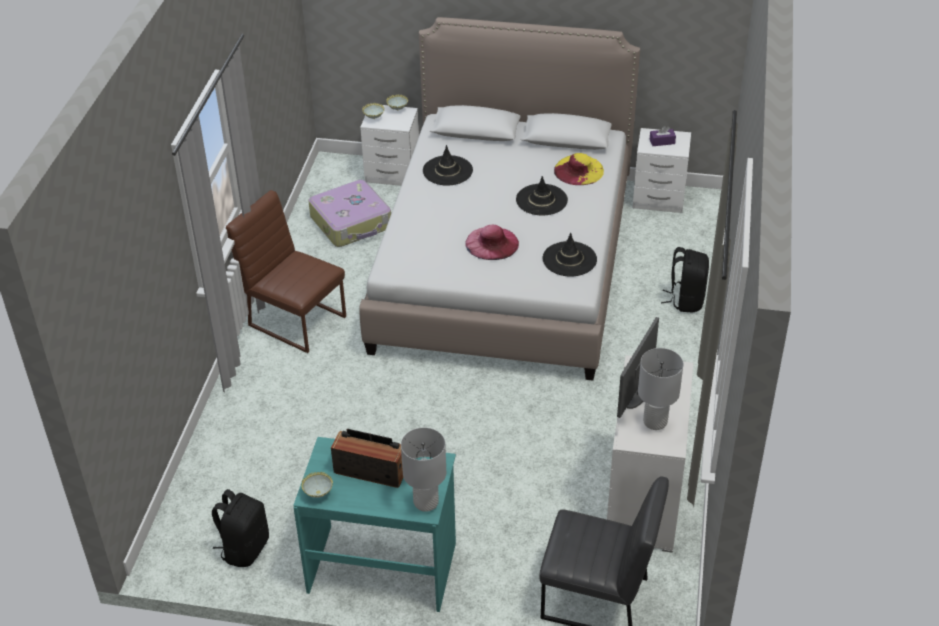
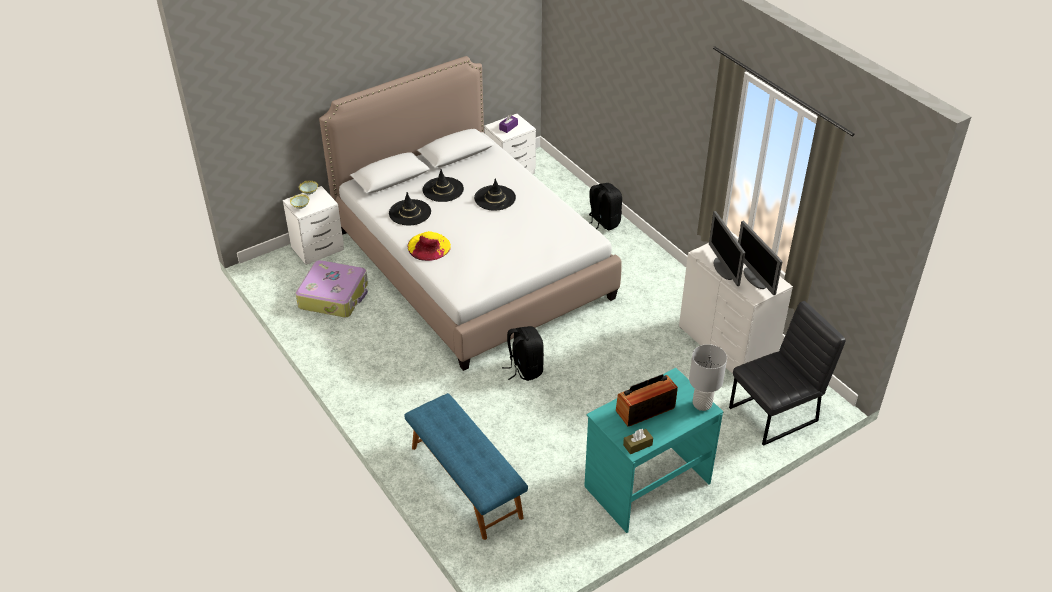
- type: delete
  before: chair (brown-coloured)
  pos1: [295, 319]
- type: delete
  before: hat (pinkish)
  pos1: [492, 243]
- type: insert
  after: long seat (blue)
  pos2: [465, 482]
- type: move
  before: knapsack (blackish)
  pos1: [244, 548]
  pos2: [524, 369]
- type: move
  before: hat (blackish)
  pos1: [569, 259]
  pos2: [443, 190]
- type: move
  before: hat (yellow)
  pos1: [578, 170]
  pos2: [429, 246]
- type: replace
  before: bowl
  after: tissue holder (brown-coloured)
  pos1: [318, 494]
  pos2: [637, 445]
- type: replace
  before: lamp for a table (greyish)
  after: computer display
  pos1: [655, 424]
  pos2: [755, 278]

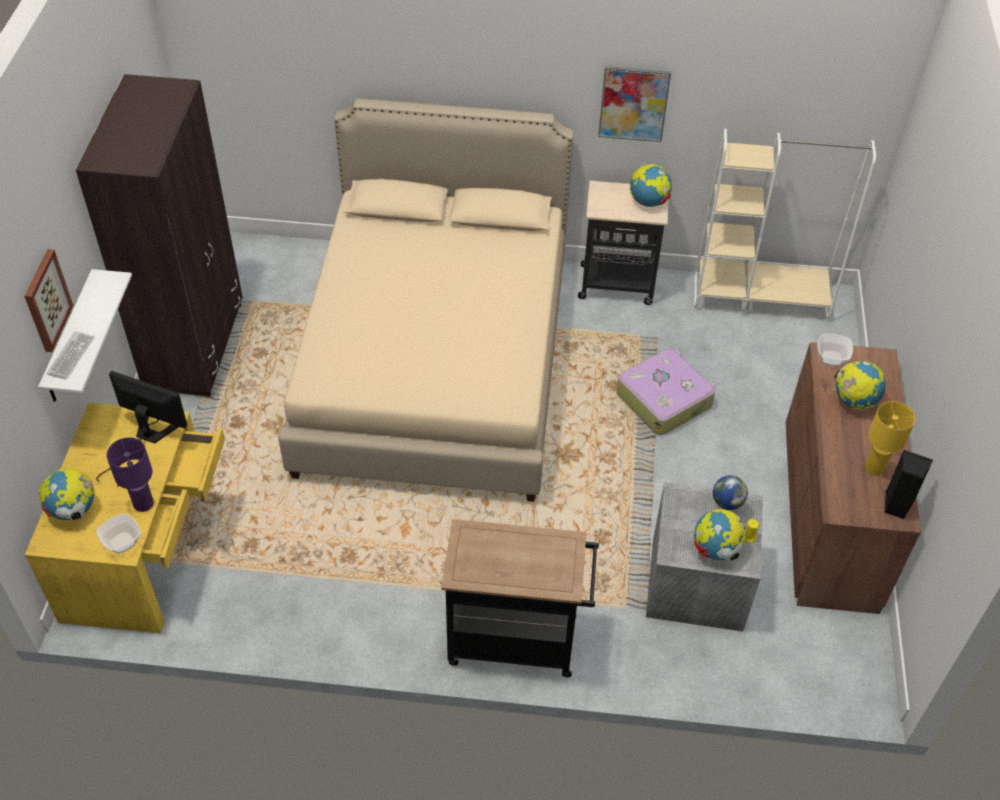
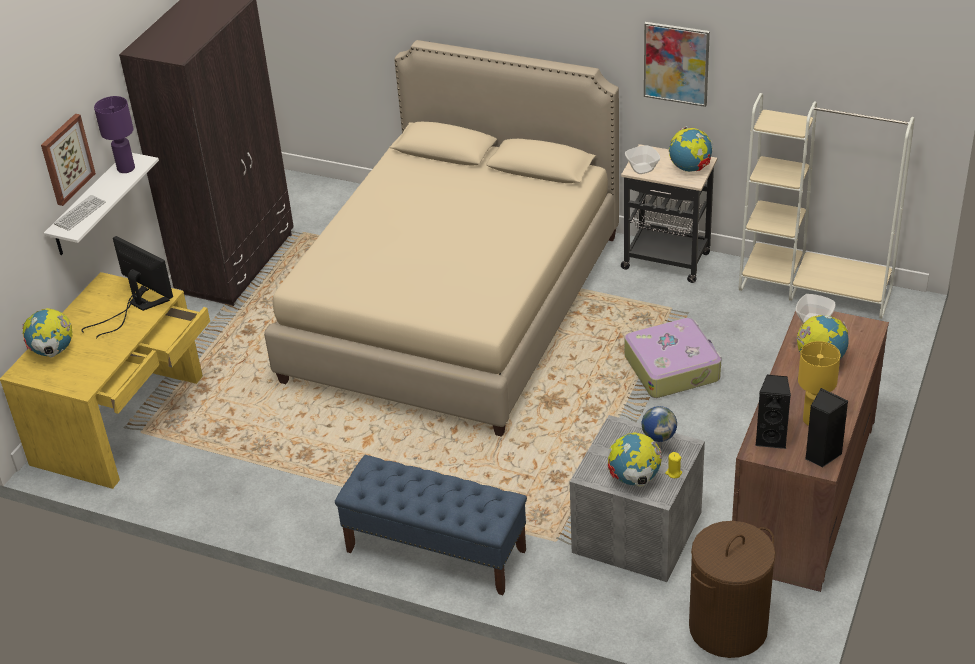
- type: insert
  after: washing basket (brown-coloured)
  pos2: [728, 628]
- type: insert
  after: speaker (blackish)
  pos2: [771, 438]
- type: move
  before: bowl
  pos1: [122, 543]
  pos2: [642, 169]
- type: move
  before: lamp for a table (purple-coloured)
  pos1: [143, 503]
  pos2: [125, 168]
- type: replace
  before: trolley (blackish)
  after: long seat (blue)
  pos1: [517, 641]
  pos2: [435, 551]

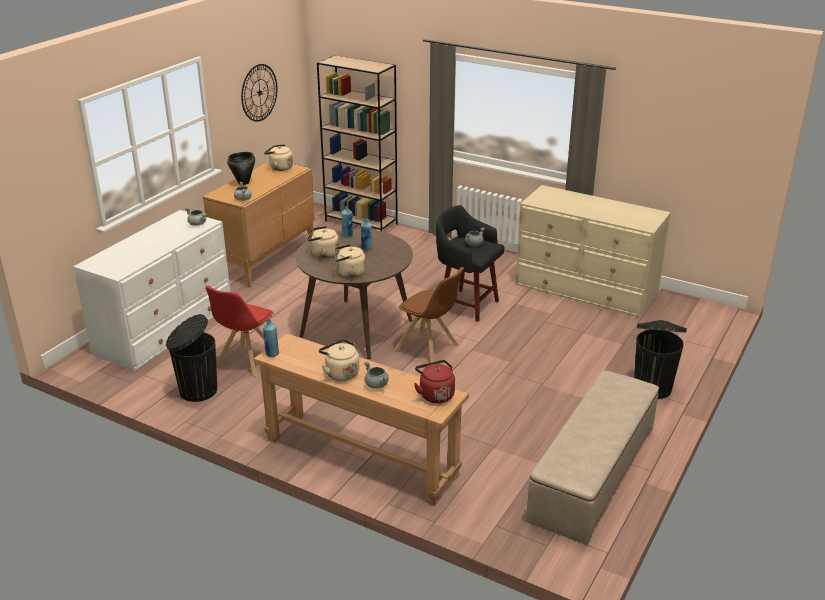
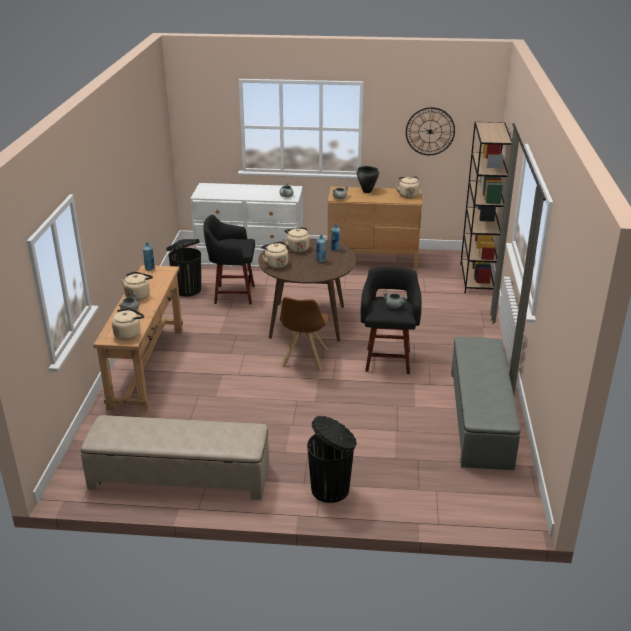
- type: replace
  before: chair (red-coloured)
  after: stool seat (blackish)
  pos1: [246, 361]
  pos2: [232, 294]
- type: replace
  before: dresser (beige-coloured)
  after: long seat (greyish)
  pos1: [586, 289]
  pos2: [480, 417]
- type: recolor
  before: water kettle (red-coloured)
  after: water kettle (beige-coloured)
  pos1: [435, 394]
  pos2: [128, 334]

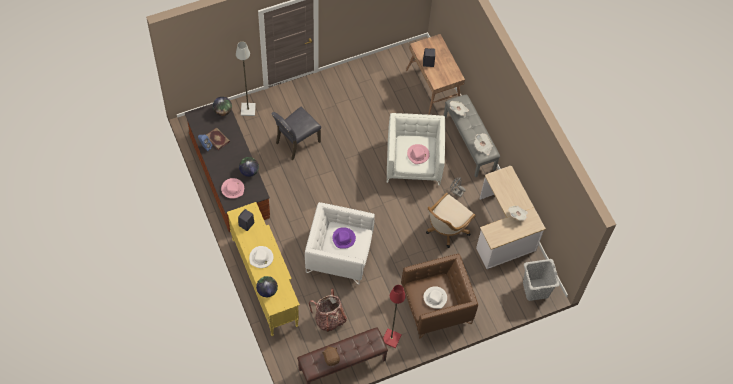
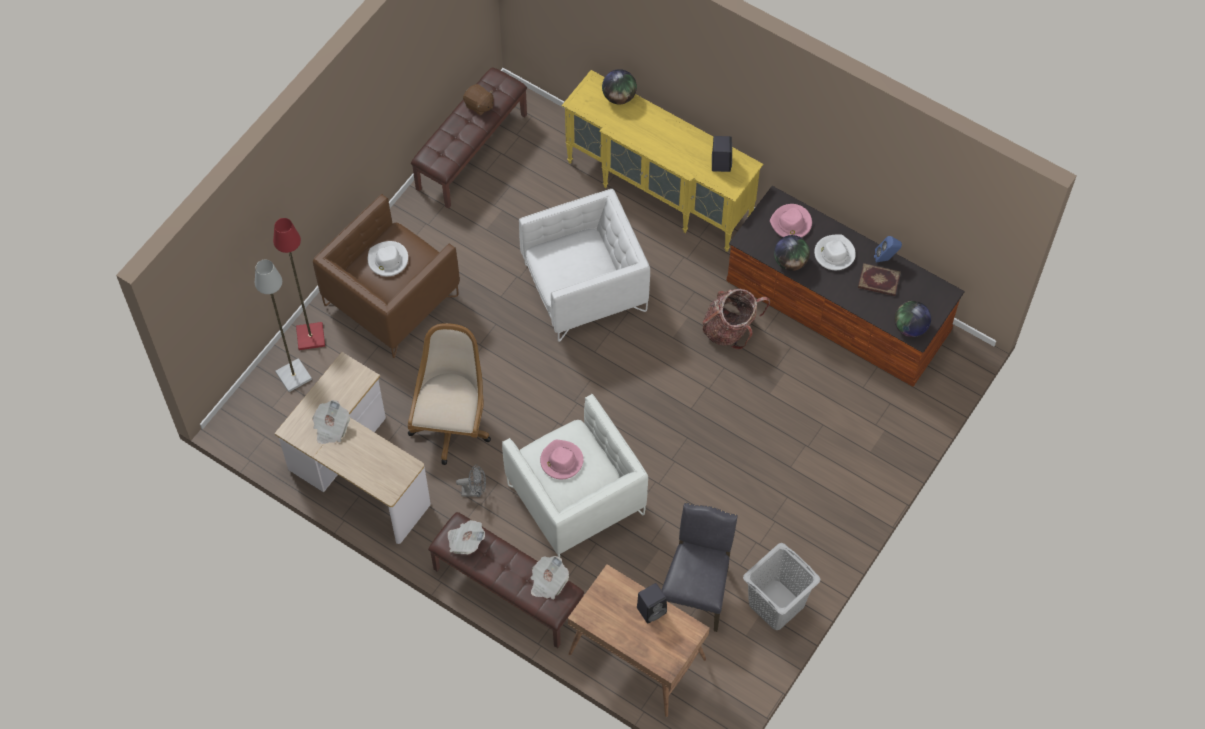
- type: delete
  before: hat (purple-coloured)
  pos1: [344, 238]
- type: move
  before: standing lamp (greyish)
  pos1: [248, 110]
  pos2: [293, 376]
- type: move
  before: hat (whitish)
  pos1: [261, 258]
  pos2: [834, 254]
- type: move
  before: chair (greyish)
  pos1: [296, 142]
  pos2: [696, 591]
- type: move
  before: knapsack
  pos1: [329, 319]
  pos2: [730, 329]
- type: move
  before: standing lamp (red-coloured)
  pos1: [391, 338]
  pos2: [311, 337]
- type: move
  before: washing basket (greyish)
  pos1: [535, 289]
  pos2: [775, 604]
- type: recolor
  before: long seat (greyish)
  after: long seat (brown-coloured)
  pos1: [469, 142]
  pos2: [507, 591]

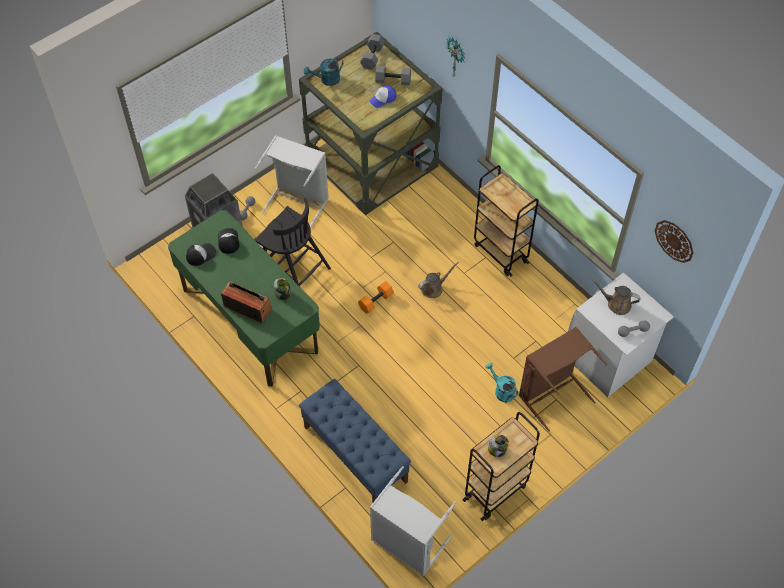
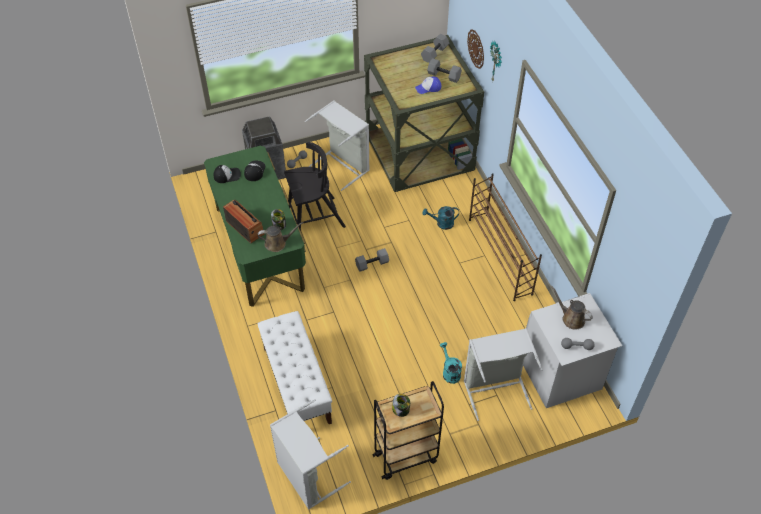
- type: move
  before: watering pot (turquoise)
  pos1: [326, 80]
  pos2: [442, 223]
- type: move
  before: watering pot (brown-coloured)
  pos1: [434, 288]
  pos2: [277, 243]
- type: move
  before: hanging clock
  pos1: [674, 241]
  pos2: [476, 49]
- type: replace
  before: trolley (brown-coloured)
  after: shoe shelf (brown-coloured)
  pos1: [501, 254]
  pos2: [500, 256]
- type: recolor
  before: long seat (blue)
  after: long seat (whitish)
  pos1: [355, 454]
  pos2: [296, 384]
- type: recolor
  before: hand weight (orange-coloured)
  after: hand weight (greyish)
  pos1: [376, 301]
  pos2: [372, 263]
- type: recolor
  before: washing basket (brown-coloured)
  after: washing basket (greyish)
  pos1: [552, 393]
  pos2: [495, 388]
- type: rotate
  before: chair (blackish)
  pos1: [293, 269]
  pos2: [314, 218]
  turn: -75

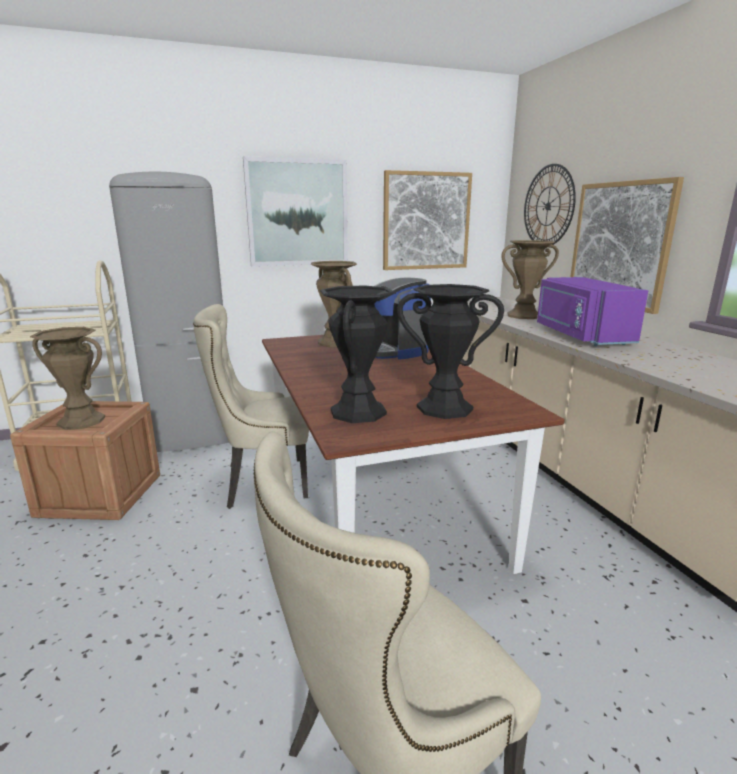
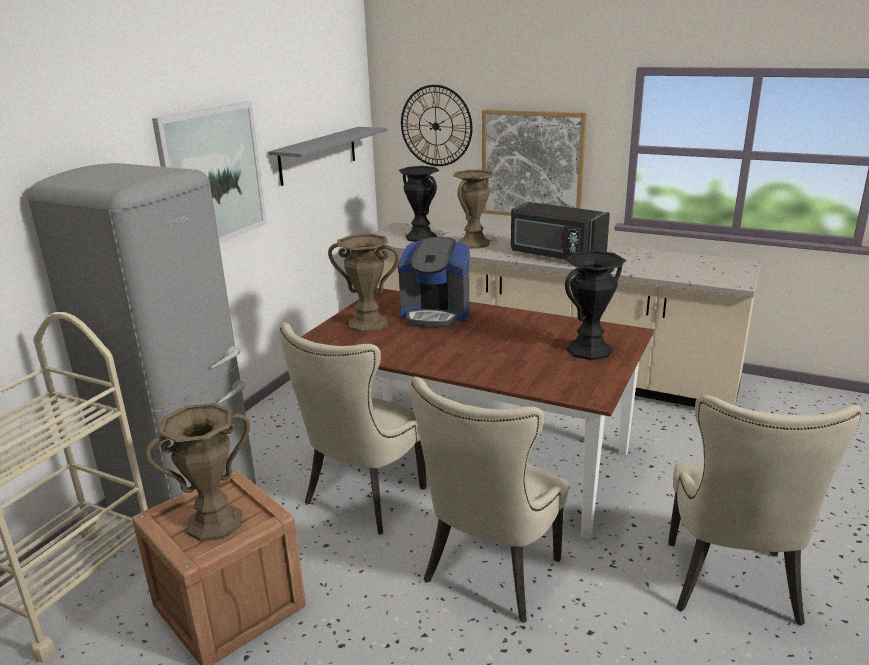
- type: insert
  after: chair (beige-coloured)
  pos2: [492, 574]
- type: move
  before: vase (blackish)
  pos1: [358, 412]
  pos2: [421, 237]
- type: replace
  before: wall art
  after: wall shelf (greyish)
  pos1: [426, 221]
  pos2: [318, 155]
- type: recolor
  before: microwave (purple-coloured)
  after: microwave (blackish)
  pos1: [580, 335]
  pos2: [555, 255]

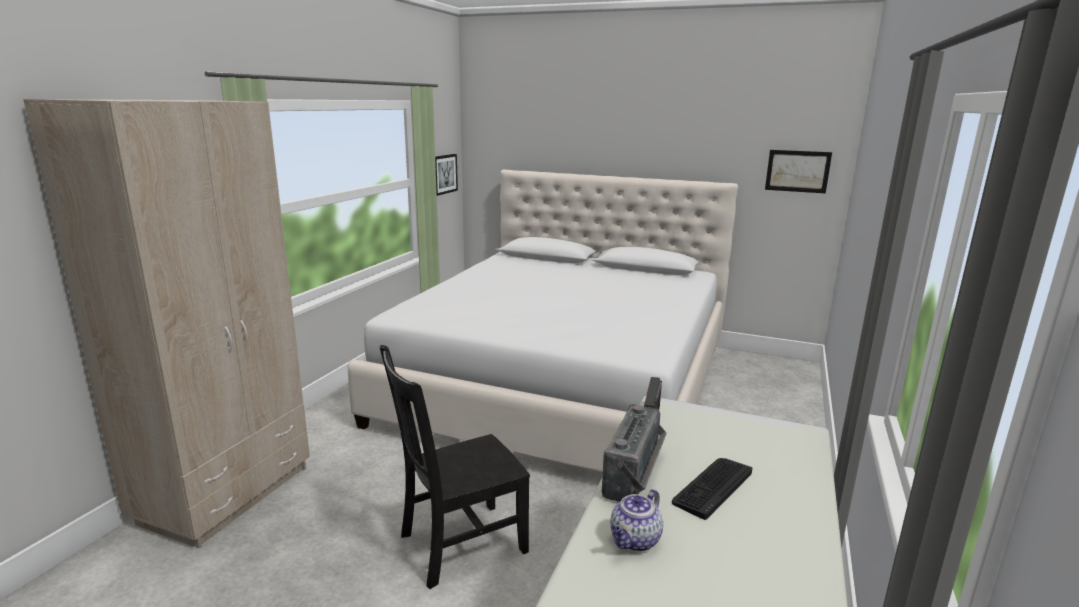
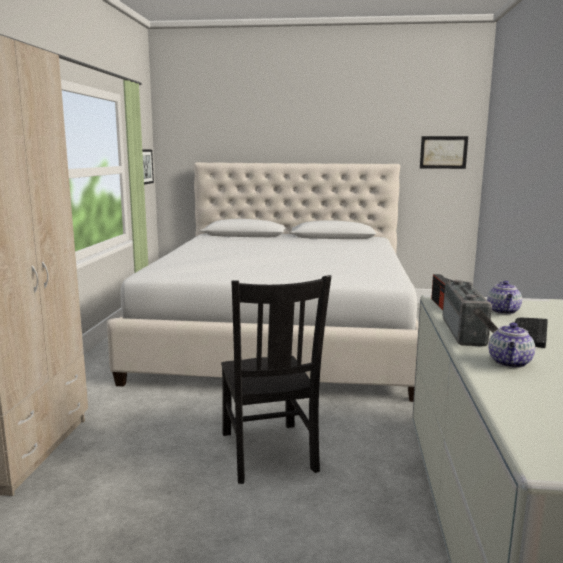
- type: insert
  after: tea pot
  pos2: [503, 311]
- type: rotate
  before: chair (blackish)
  pos1: [458, 544]
  pos2: [268, 453]
  turn: -60

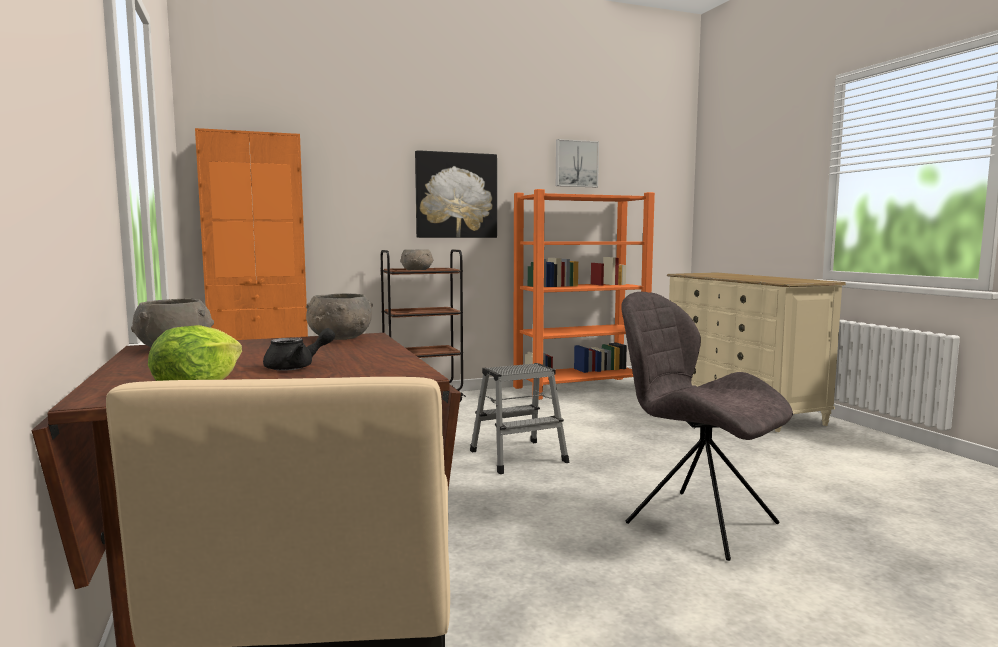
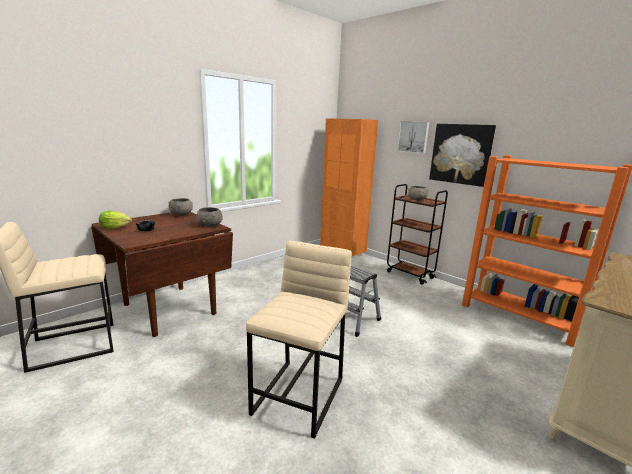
- type: move
  before: wall art
  pos1: [576, 164]
  pos2: [413, 137]
- type: replace
  before: chair (greyish)
  after: stool seat (beige-coloured)
  pos1: [696, 521]
  pos2: [299, 395]

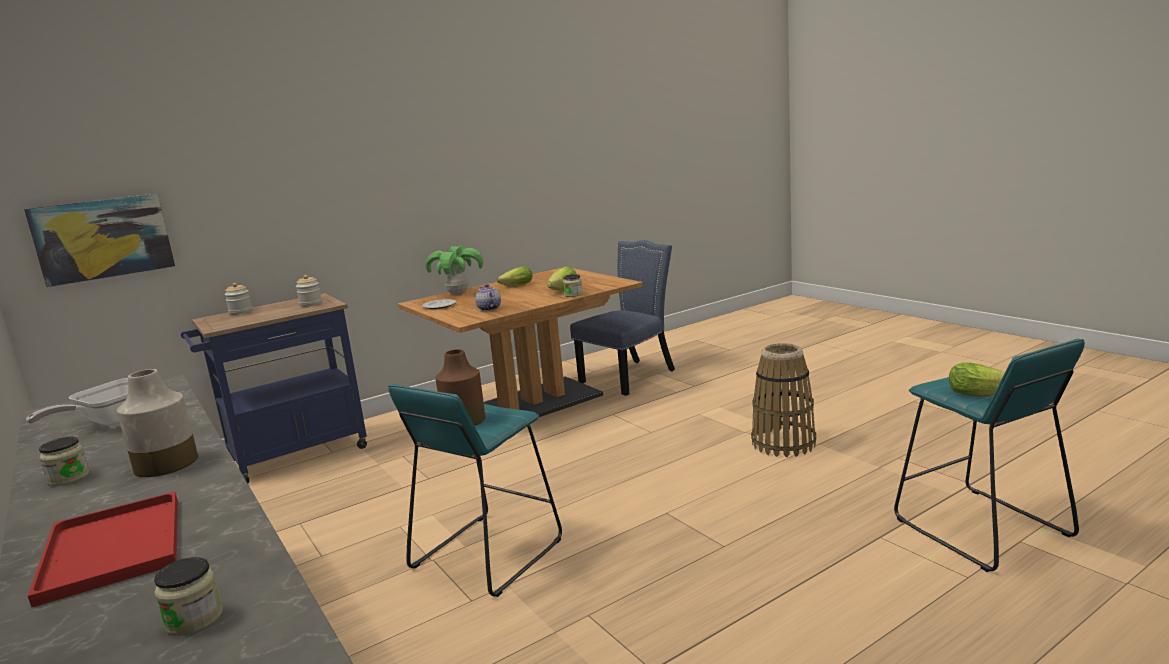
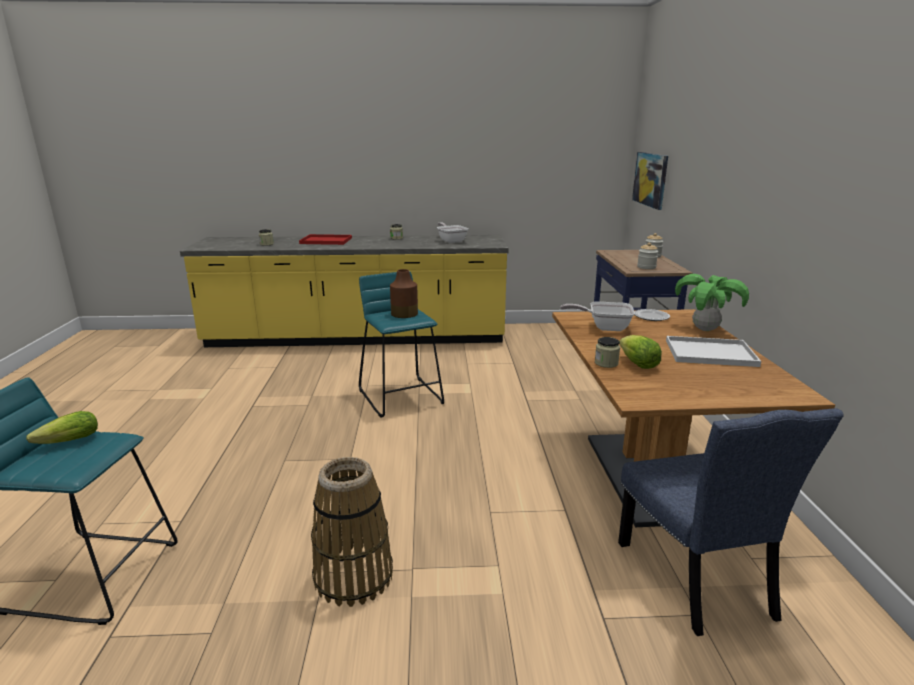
- type: delete
  before: vase (beige-coloured)
  pos1: [166, 463]
- type: replace
  before: tea pot
  after: pan
  pos1: [488, 309]
  pos2: [604, 327]
- type: replace
  before: head of lettuce
  after: serving tray (whitish)
  pos1: [515, 286]
  pos2: [708, 353]

